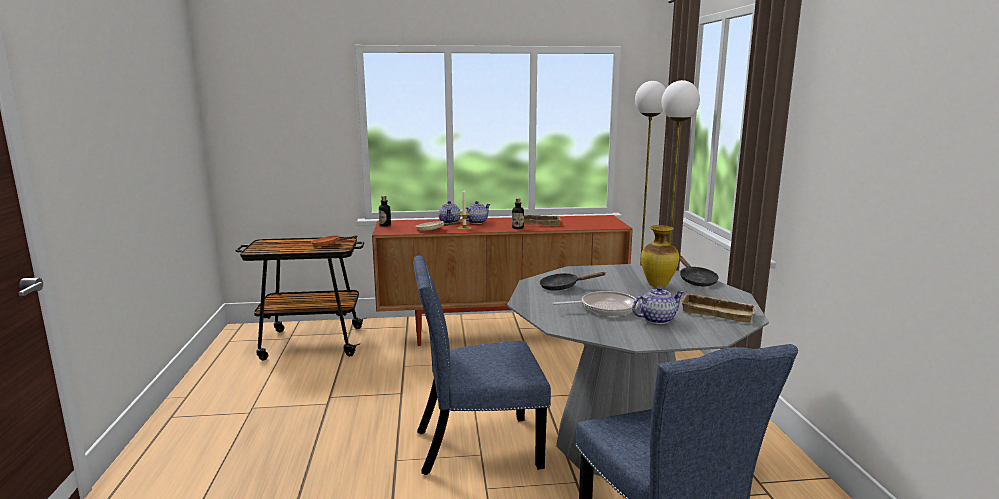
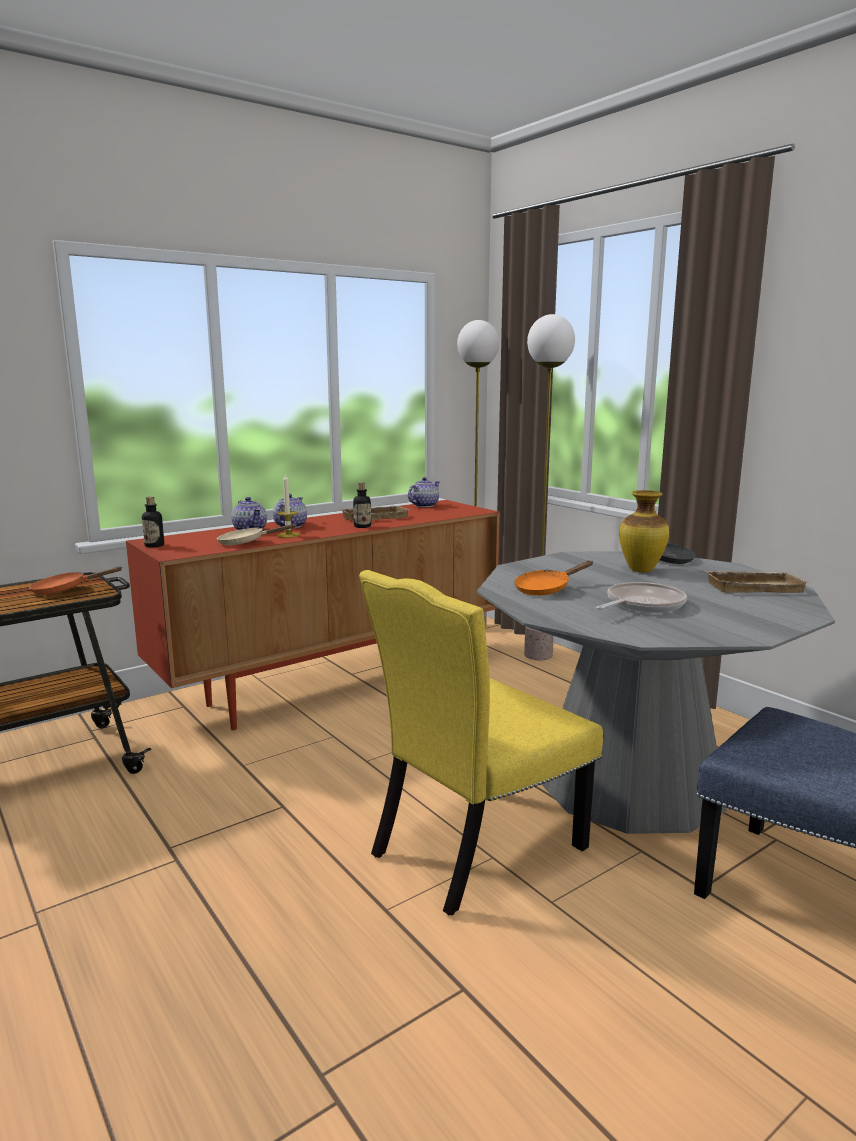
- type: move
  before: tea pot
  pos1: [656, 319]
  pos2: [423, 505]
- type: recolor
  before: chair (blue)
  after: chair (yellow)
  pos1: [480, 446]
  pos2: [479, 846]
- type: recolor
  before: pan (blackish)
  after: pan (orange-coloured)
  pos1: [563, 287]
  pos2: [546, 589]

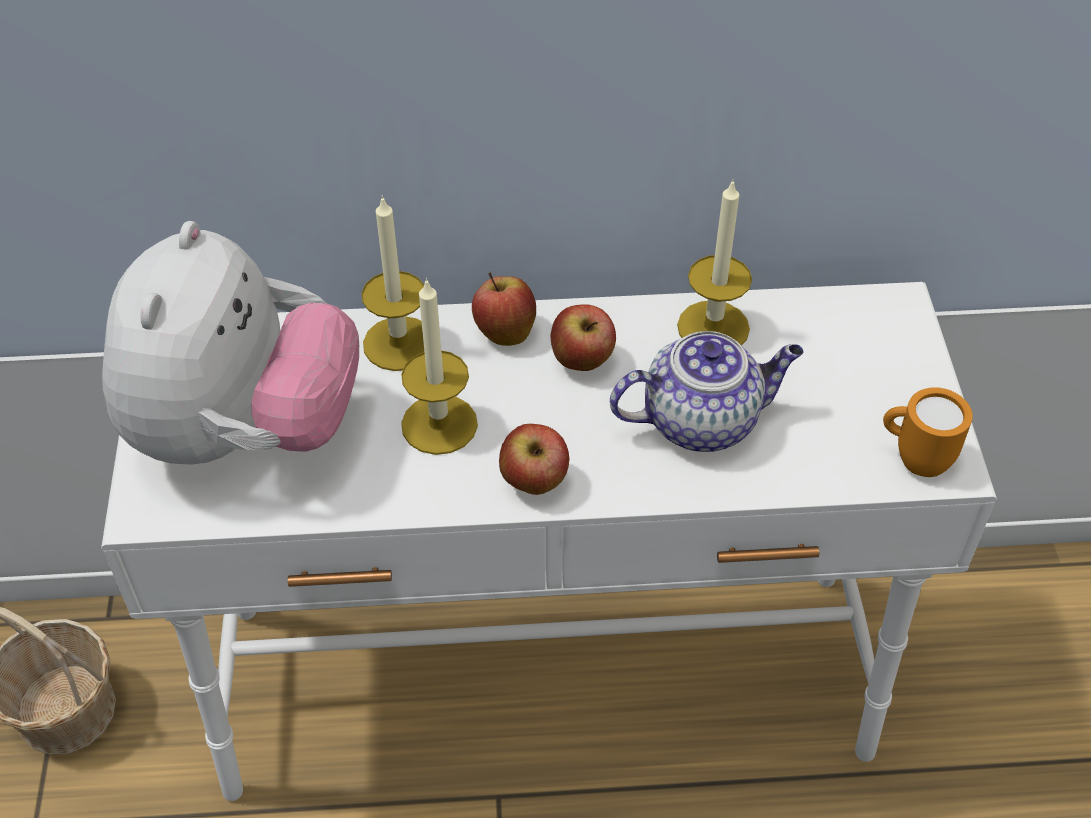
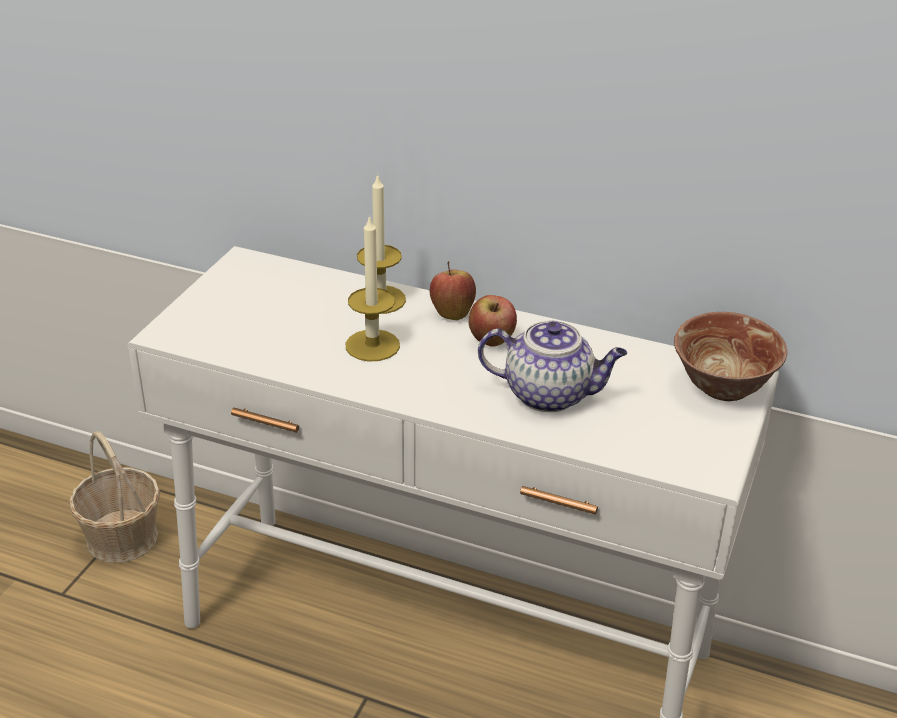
- type: delete
  before: plush toy
  pos1: [245, 432]
- type: delete
  before: whole apple
  pos1: [534, 483]
- type: delete
  before: candle
  pos1: [713, 327]
- type: delete
  before: coffee mug (orange-coloured)
  pos1: [914, 459]
- type: insert
  after: bowl
  pos2: [723, 388]

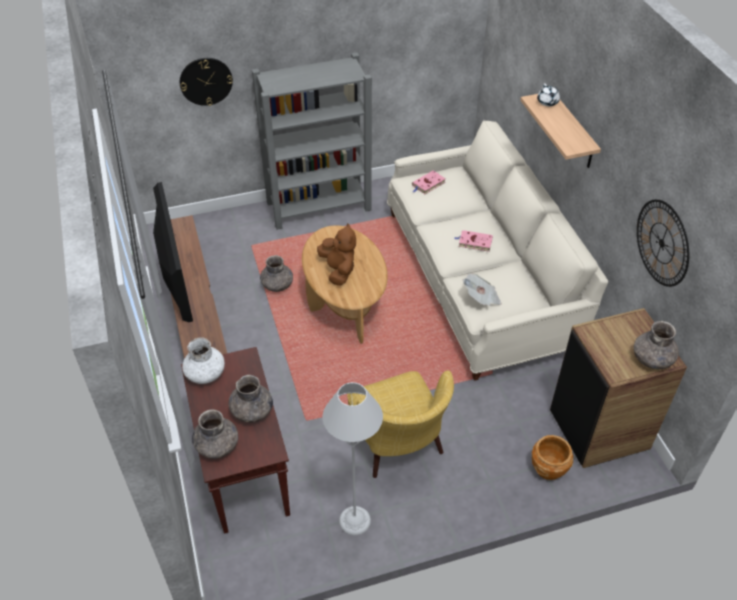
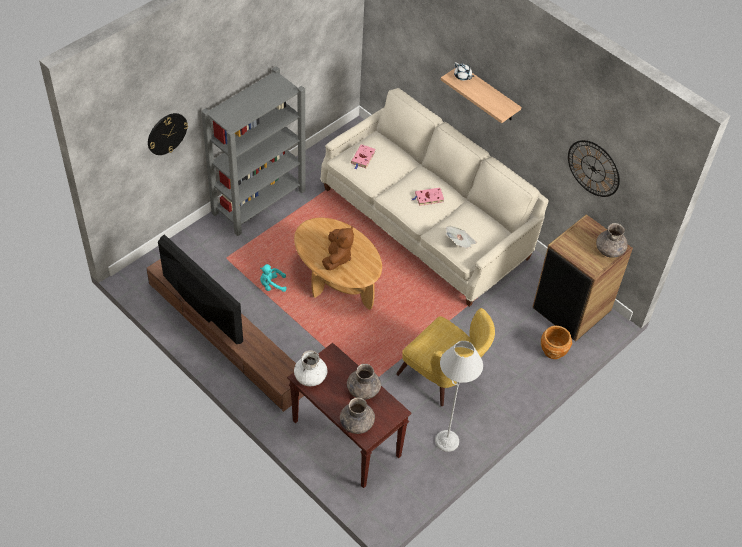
- type: replace
  before: vase (greyish)
  after: plush toy (turquoise)
  pos1: [277, 284]
  pos2: [272, 285]
- type: rotate
  before: plush toy (brown-coloured)
  pos1: [338, 270]
  pos2: [337, 257]
  turn: 60

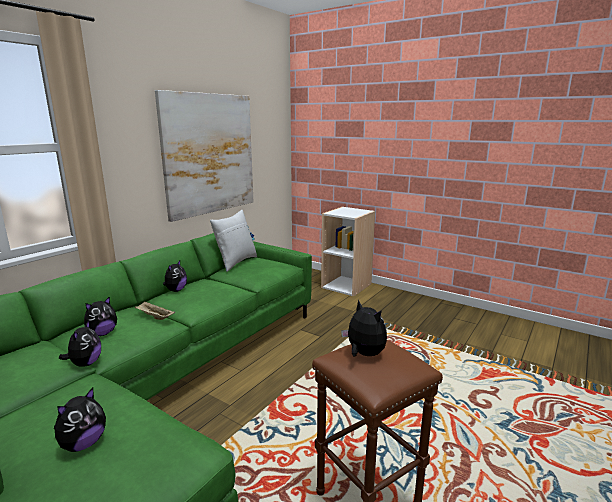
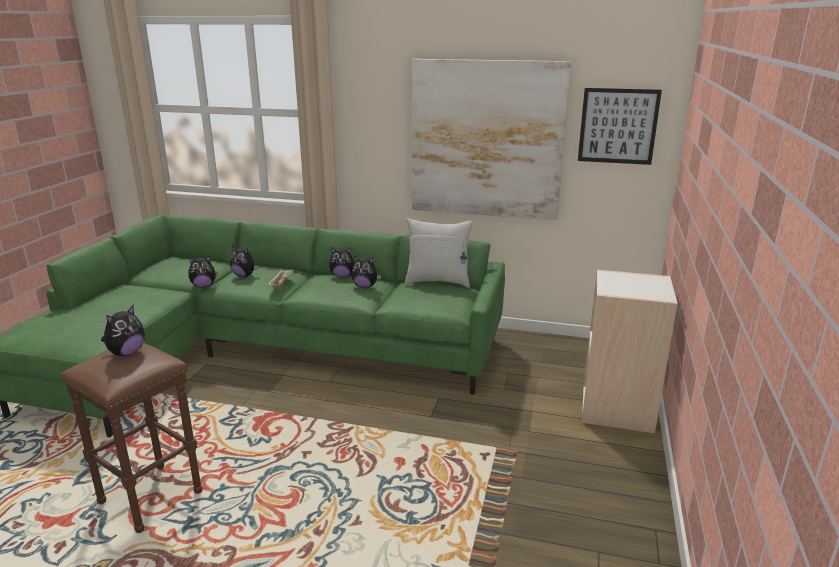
- type: insert
  after: wall art
  pos2: [618, 126]
- type: move
  before: plush toy
  pos1: [83, 443]
  pos2: [365, 286]

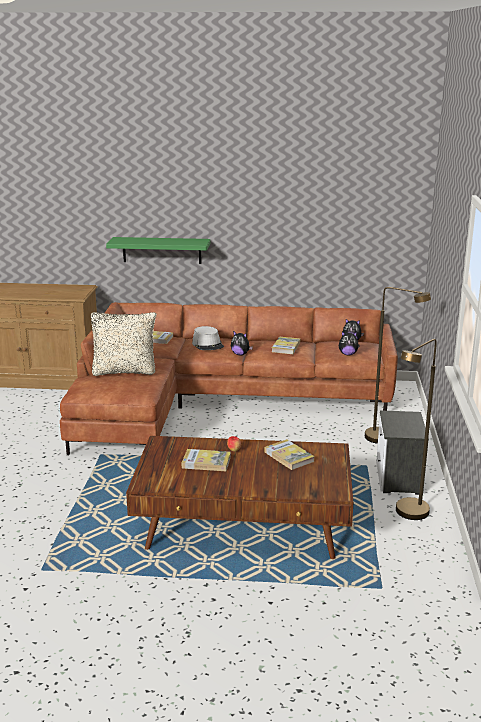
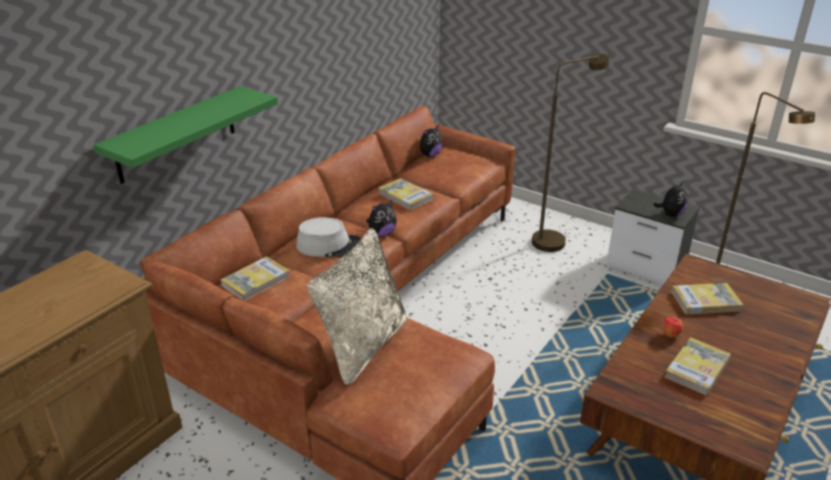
- type: move
  before: plush toy
  pos1: [348, 354]
  pos2: [670, 214]

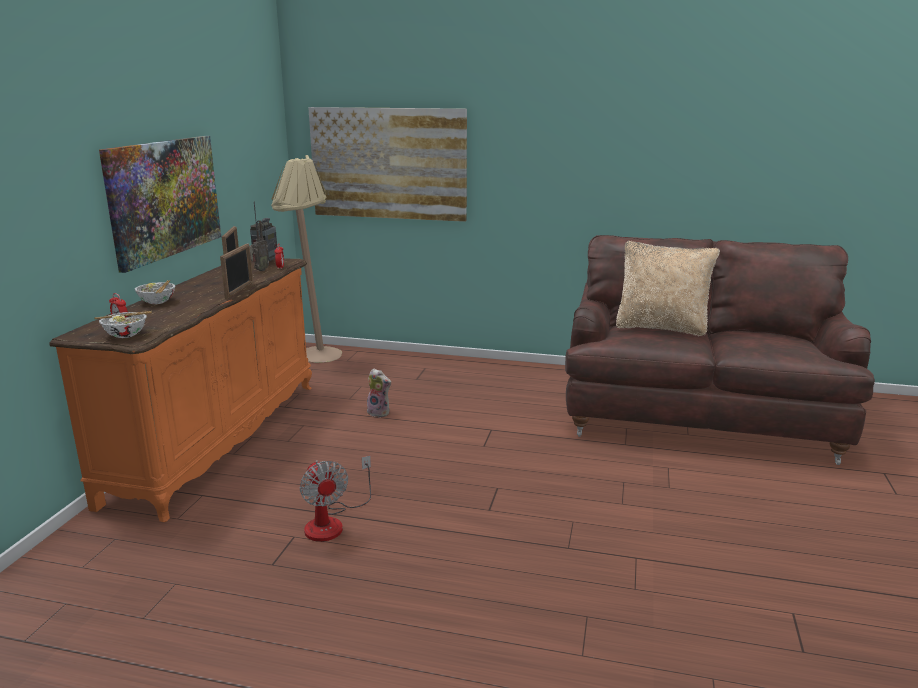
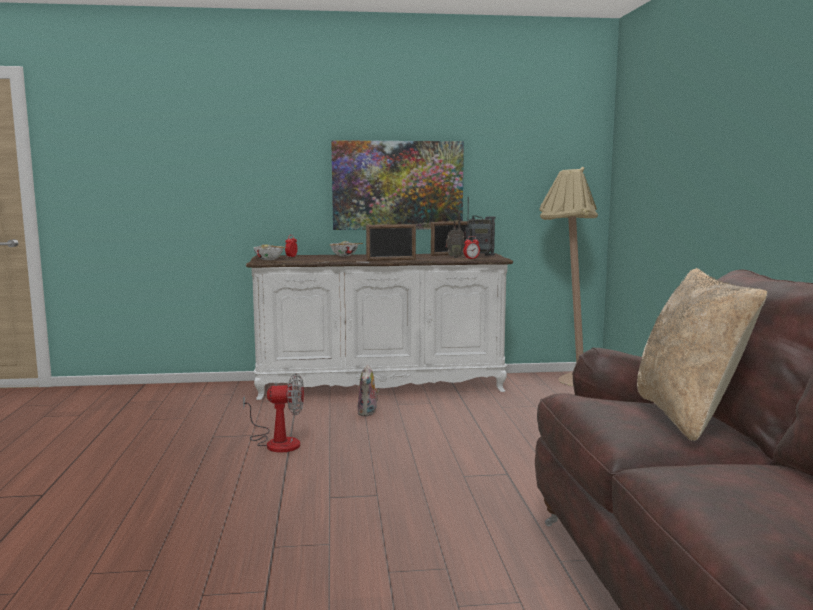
- type: delete
  before: wall art
  pos1: [388, 163]
- type: move
  before: plush toy
  pos1: [380, 412]
  pos2: [368, 413]
- type: recolor
  before: cupboard (orange-coloured)
  after: cupboard (whitish)
  pos1: [221, 439]
  pos2: [381, 387]
- type: rotate
  before: cooling fan
  pos1: [332, 522]
  pos2: [277, 442]
  turn: -135

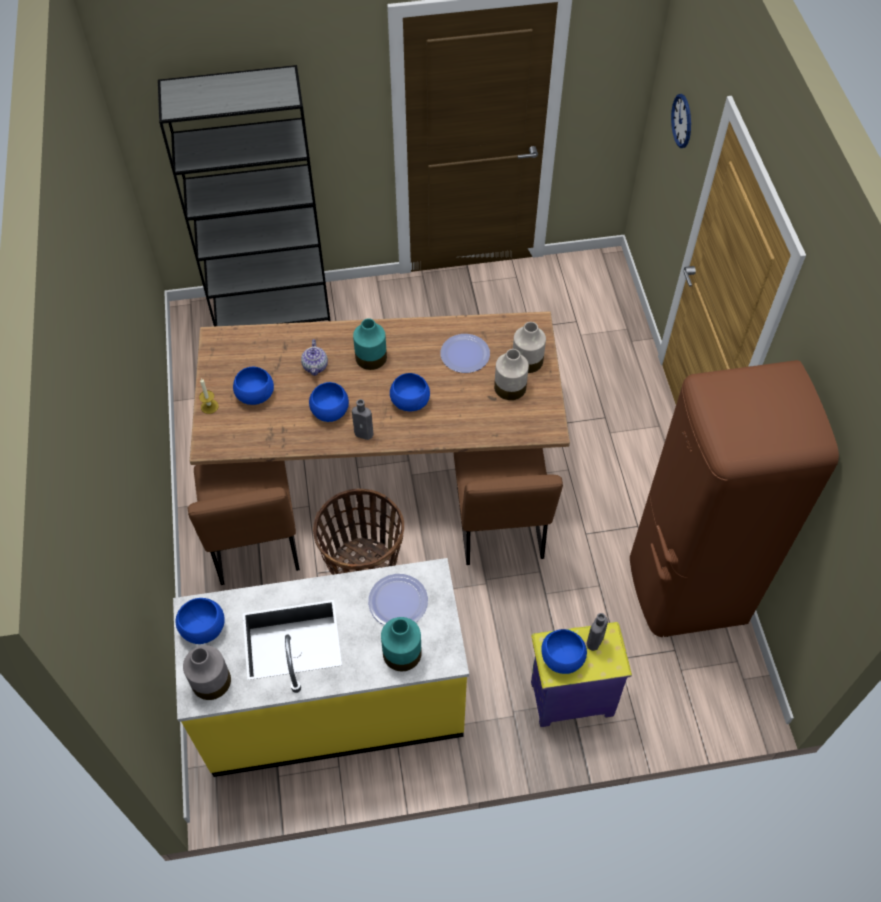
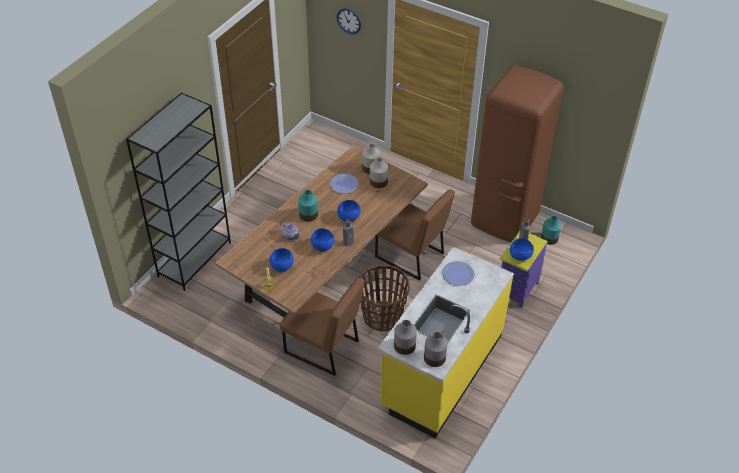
- type: move
  before: vase (turquoise)
  pos1: [401, 653]
  pos2: [549, 238]
- type: replace
  before: bowl (blue)
  after: vase (greyish)
  pos1: [204, 627]
  pos2: [404, 345]

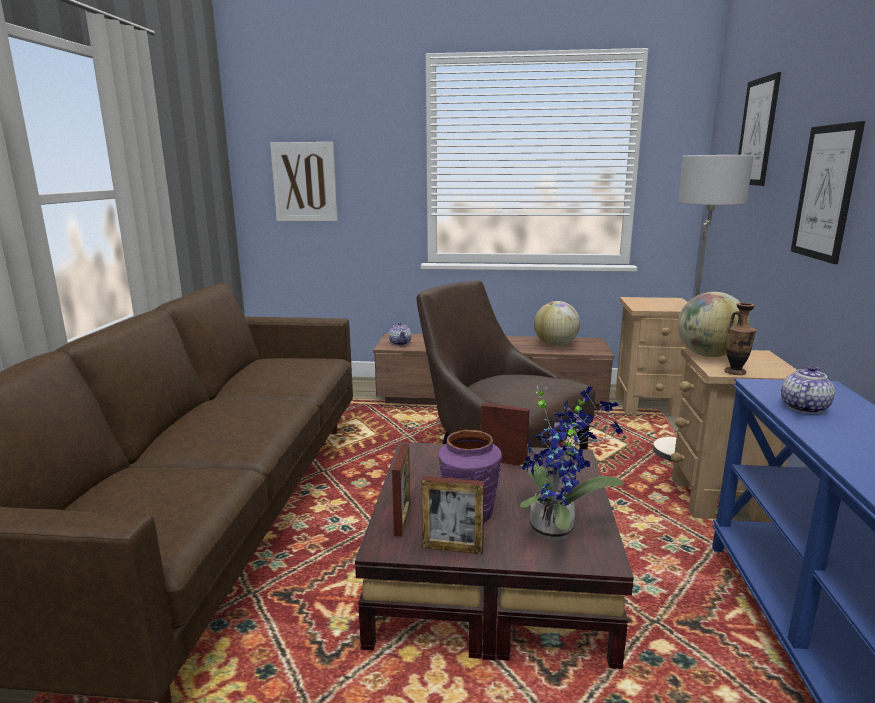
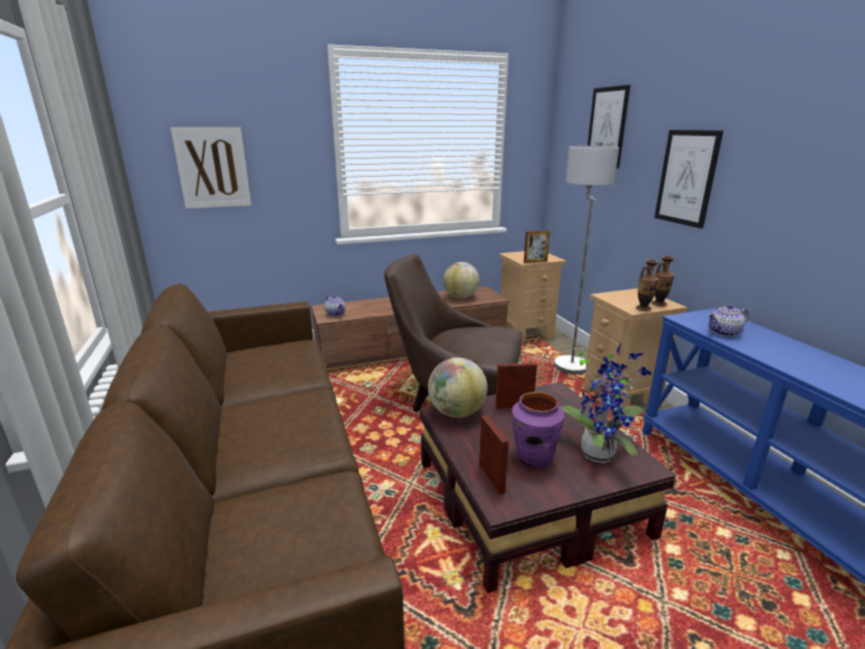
- type: insert
  after: vase
  pos2: [659, 304]
- type: move
  before: photo frame
  pos1: [452, 548]
  pos2: [535, 262]
- type: move
  before: globe
  pos1: [708, 355]
  pos2: [456, 412]
- type: rotate
  before: tea pot
  pos1: [803, 408]
  pos2: [724, 332]
  turn: -120

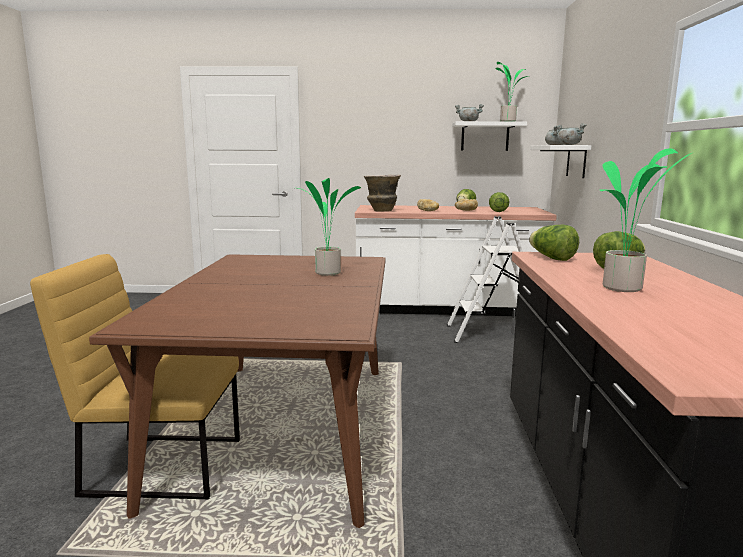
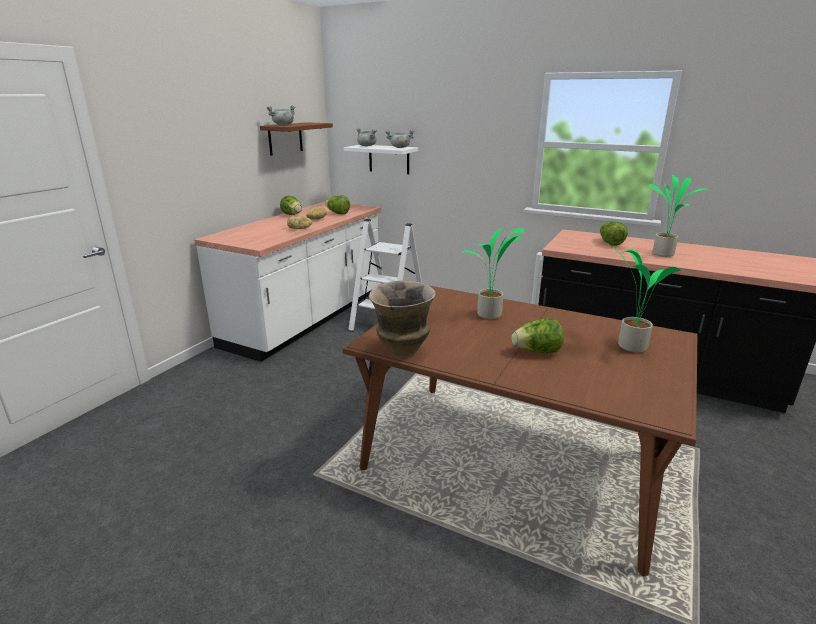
- type: delete
  before: chair (yellow)
  pos1: [160, 465]
- type: move
  before: vase
  pos1: [381, 211]
  pos2: [402, 350]
- type: move
  before: houseplant
  pos1: [507, 121]
  pos2: [630, 346]
- type: move
  before: head of lettuce
  pos1: [552, 258]
  pos2: [537, 352]
- type: recolor
  before: wall shelf (whitish)
  after: wall shelf (brown-coloured)
  pos1: [485, 137]
  pos2: [285, 138]

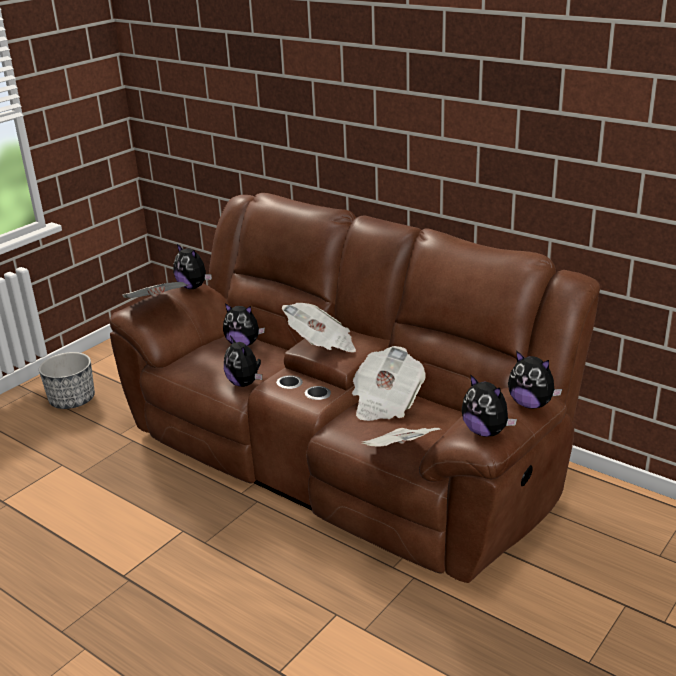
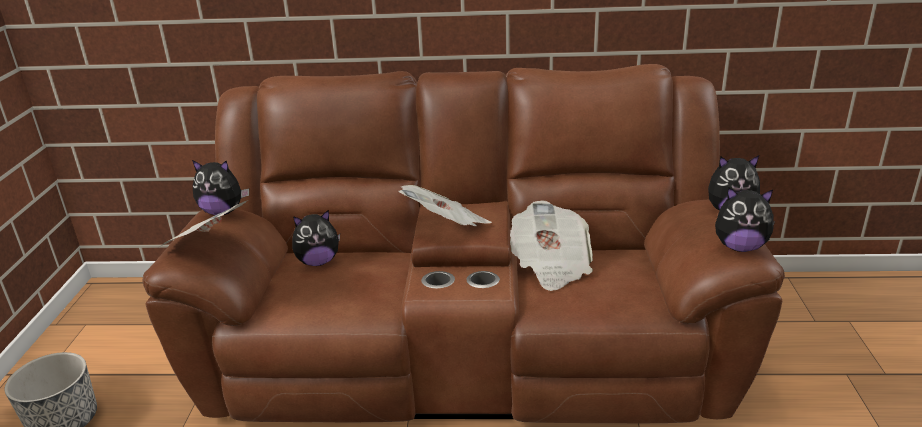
- type: delete
  before: plush toy
  pos1: [245, 383]
- type: delete
  before: printed paper
  pos1: [400, 453]

